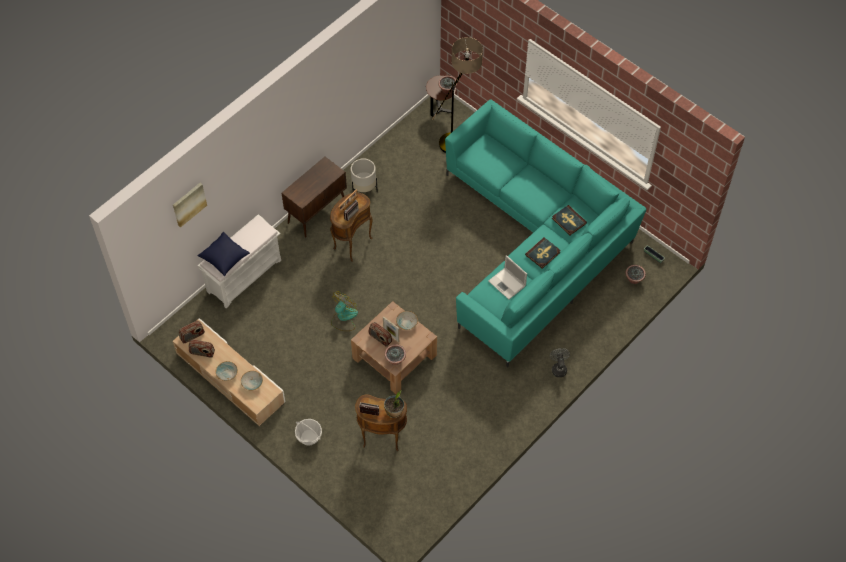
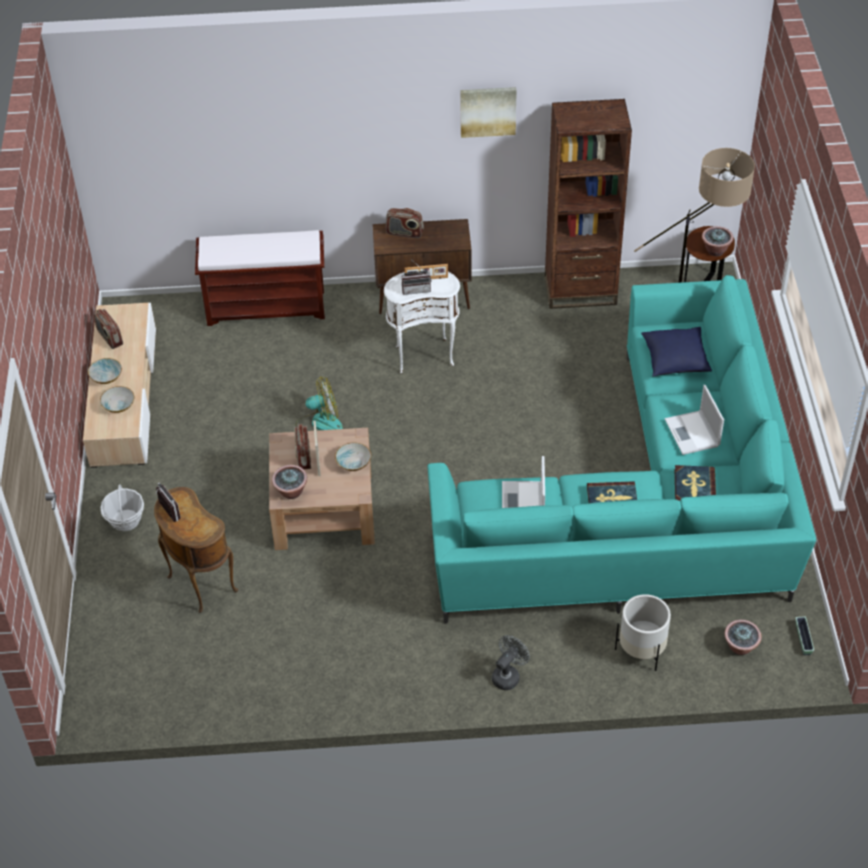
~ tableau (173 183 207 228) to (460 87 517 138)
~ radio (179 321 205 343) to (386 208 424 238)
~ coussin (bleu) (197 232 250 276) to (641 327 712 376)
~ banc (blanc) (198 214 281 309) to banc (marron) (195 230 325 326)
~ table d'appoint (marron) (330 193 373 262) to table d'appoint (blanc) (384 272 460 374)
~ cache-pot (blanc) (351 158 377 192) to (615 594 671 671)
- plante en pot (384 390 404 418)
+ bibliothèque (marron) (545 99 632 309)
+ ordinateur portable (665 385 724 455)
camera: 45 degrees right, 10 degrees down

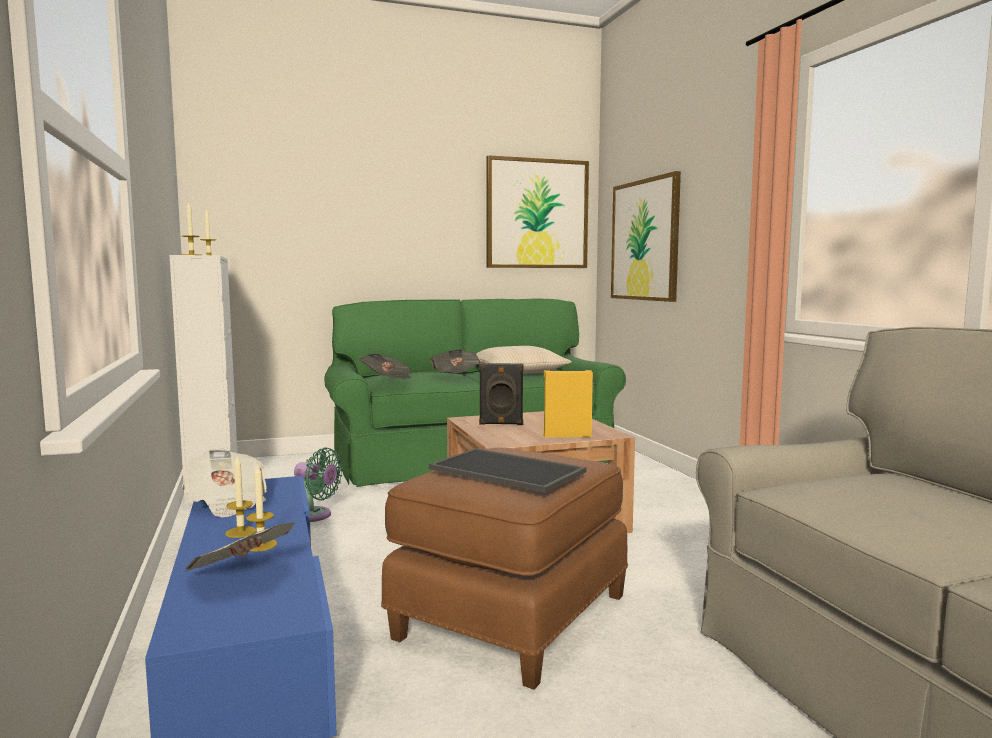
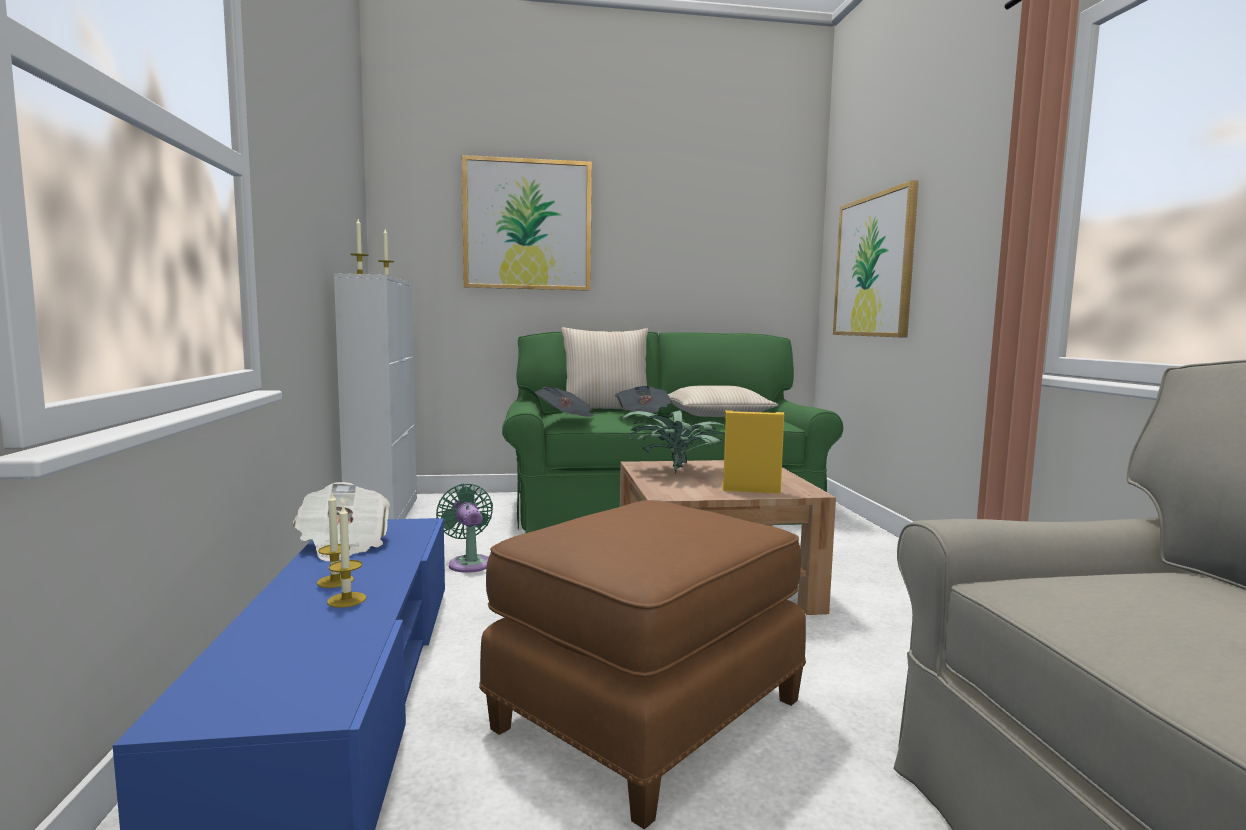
- journal (185 522 295 571)
~ ventilateur (vert) (294 447 343 522) = (436 484 493 573) 150 degrees counterclockwise
- plateau (429 448 586 493)
~ enceinte (noir) (479 363 524 425) to plante en pot (622 410 725 473)
~ tableau (486 155 589 268) to (462 155 592 291)
+ coussin (beige) (561 327 648 409)
camera: 10 degrees right, 0 degrees up

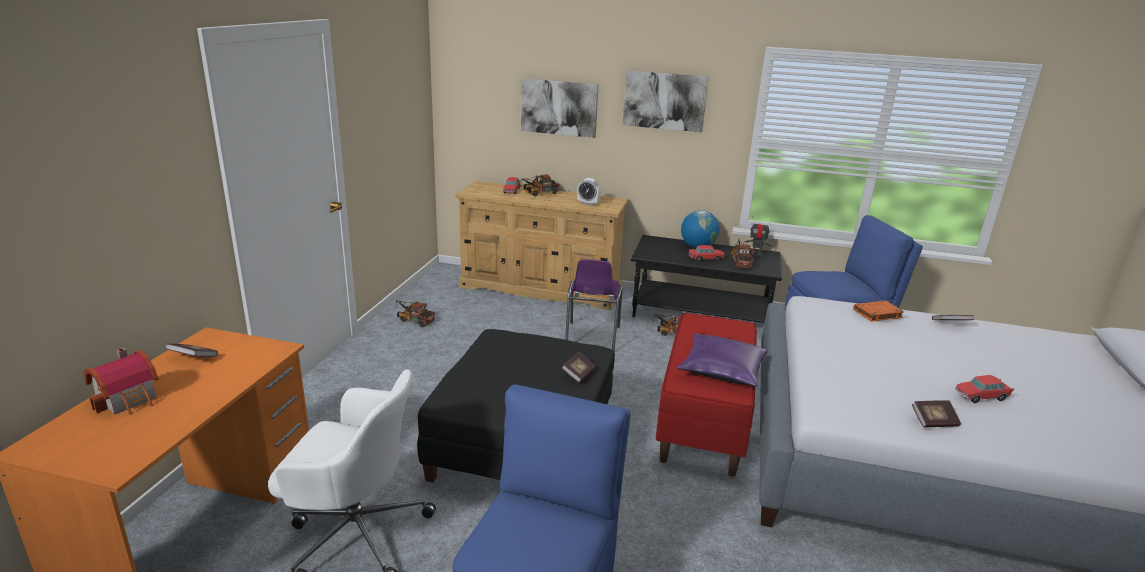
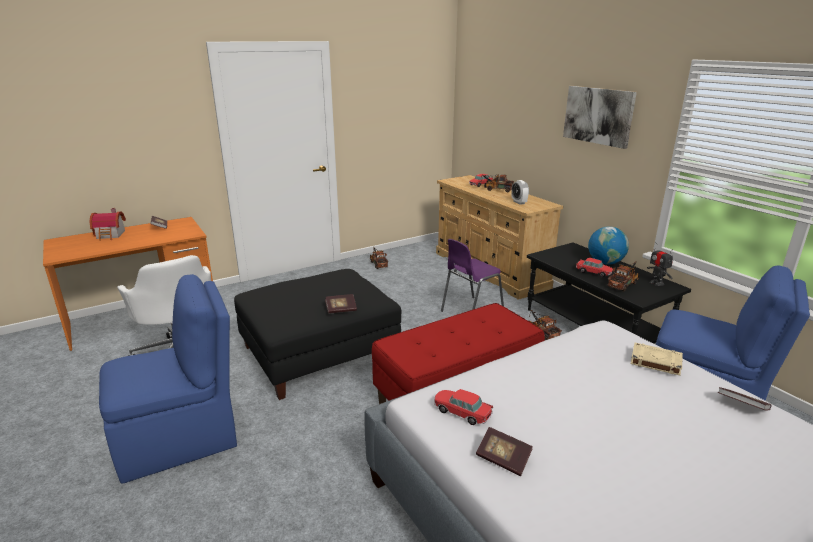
- tableau (521 78 599 138)
- coussin (violet) (677 333 767 387)
~ livre (orange) (853 301 904 322) to livre (beige) (631 343 683 376)
~ petite voiture (955 375 1014 403) to (434 389 493 425)
camera: 45 degrees right, 0 degrees up

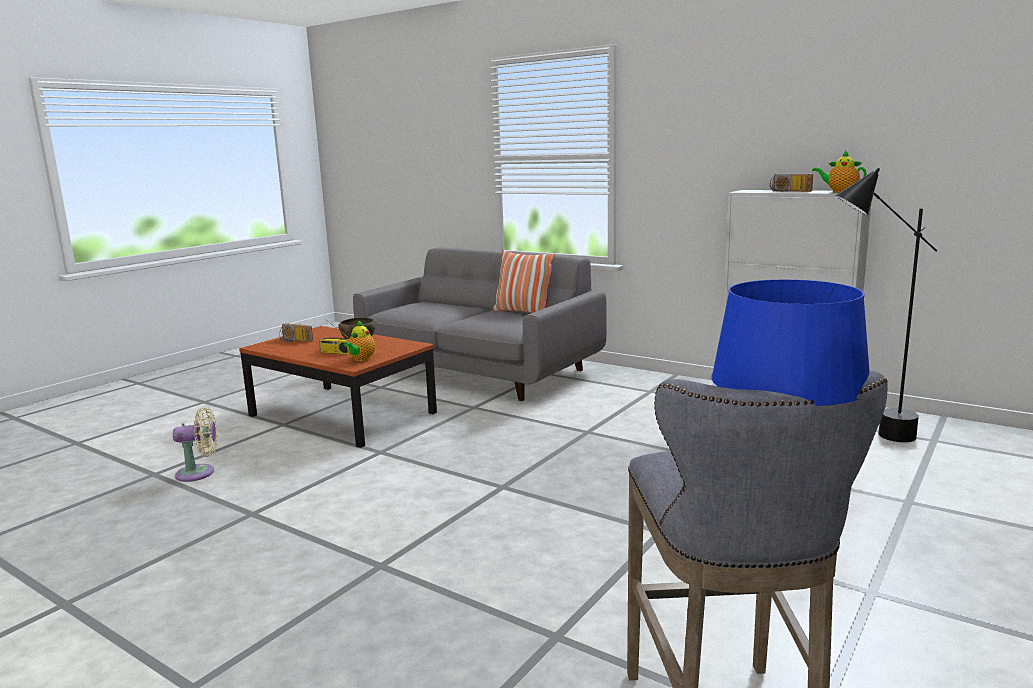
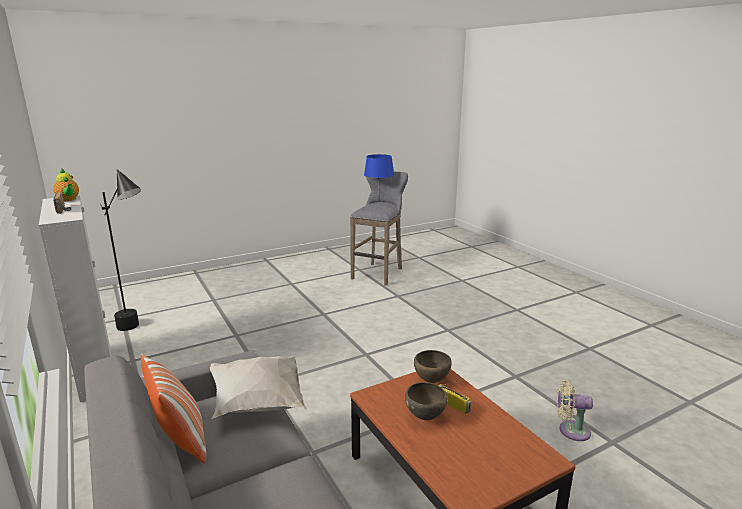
- radio (279 323 313 342)
~ théière (344 320 375 361) to bol (marron) (414 350 452 383)
+ coussin (blanc) (210 355 307 419)
camera: 155 degrees left, 5 degrees up

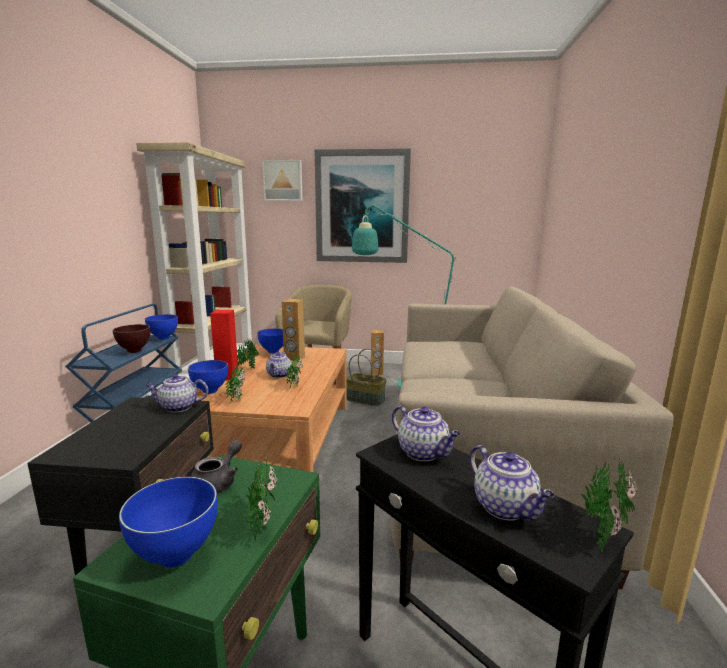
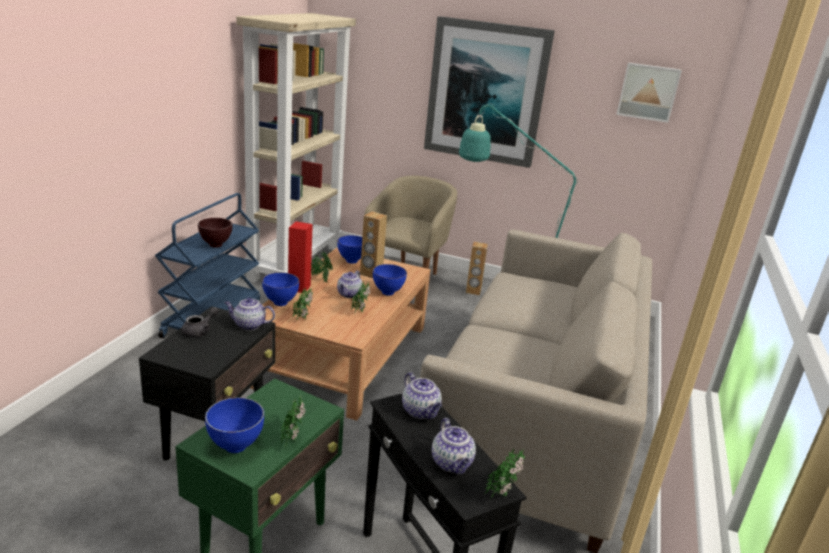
~ bol (bleu) (145 314 178 340) to (373 264 407 296)
~ théière (gris) (191 440 242 494) to (182 307 219 338)
~ tableau (262 160 303 201) to (616 63 682 123)
- panier (346 348 386 406)
camera: 10 degrees right, 10 degrees up

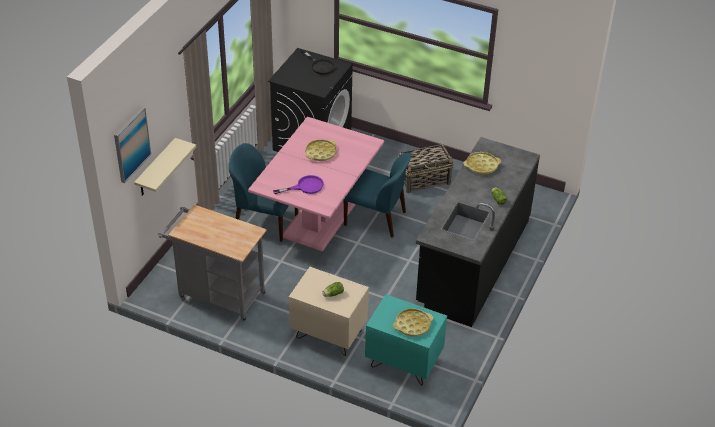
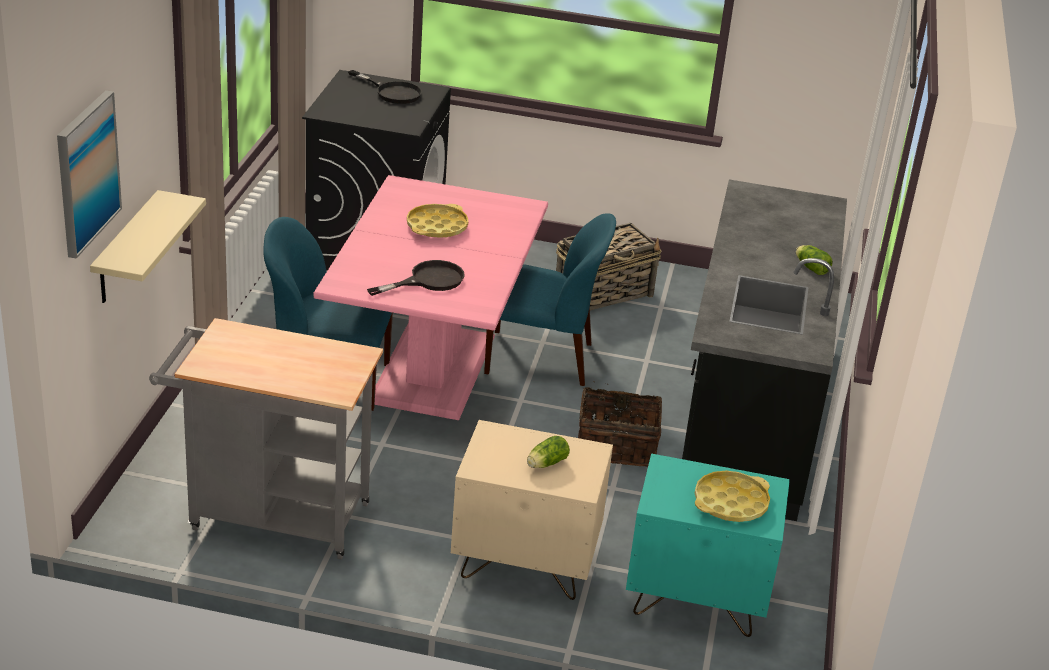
~ poêle (violet) (273 175 324 194) to poêle (noir) (367 260 465 296)
- plateau (jaune) (463 152 501 174)
+ panier (578 381 662 467)
camera: 15 degrees left, 10 degrees down

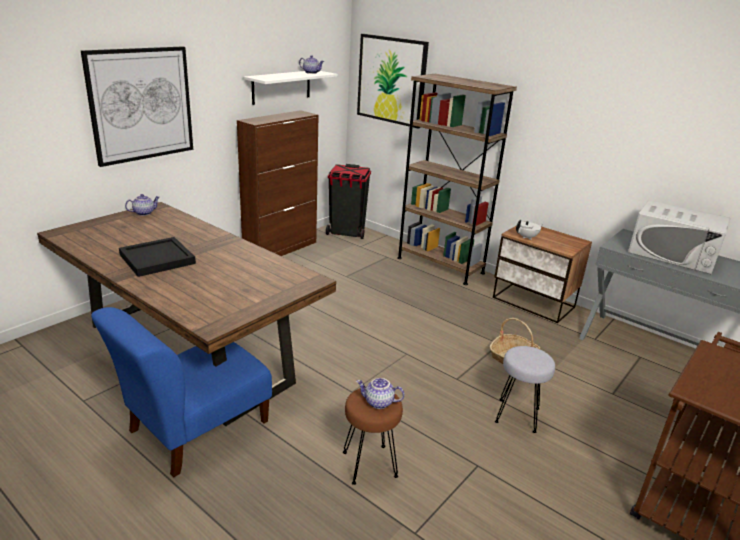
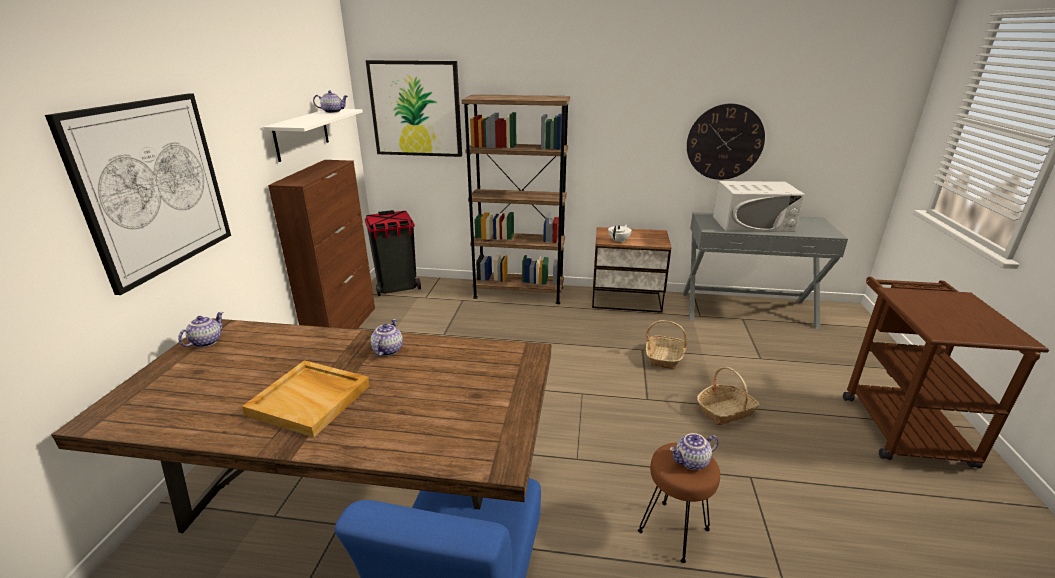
~ plateau (noir) (119 237 196 277) to plateau (beige) (242 360 370 437)
~ tabouret (gris) (495 346 555 433) to panier (697 367 760 425)
+ théière (371 319 403 356)
+ horloge murale (687 104 765 180)
camera: 30 degrees left, 0 degrees up

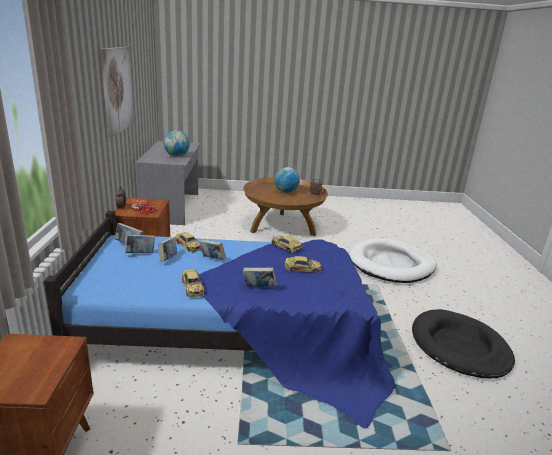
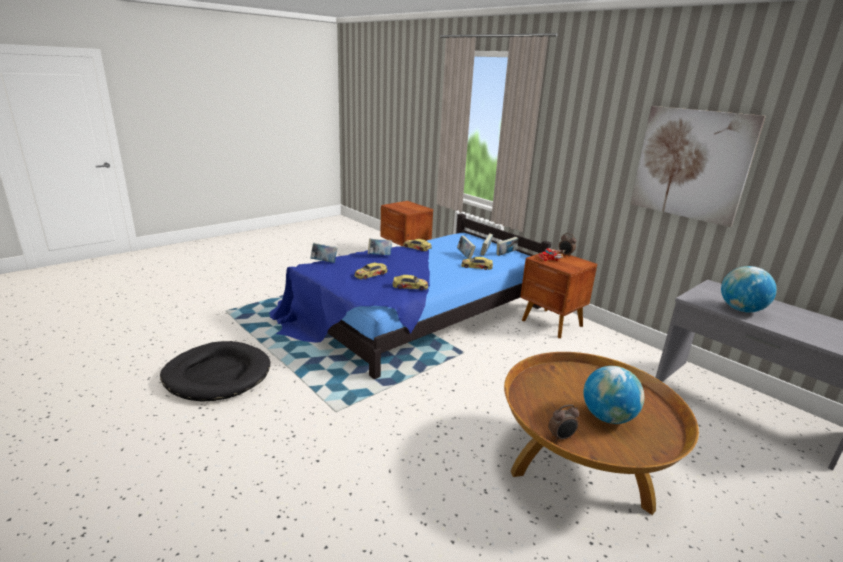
~ livre (199 239 226 260) to (310 243 338 263)
- panier pour chien (blanc) (349 238 437 283)
camera: 140 degrees right, 0 degrees up

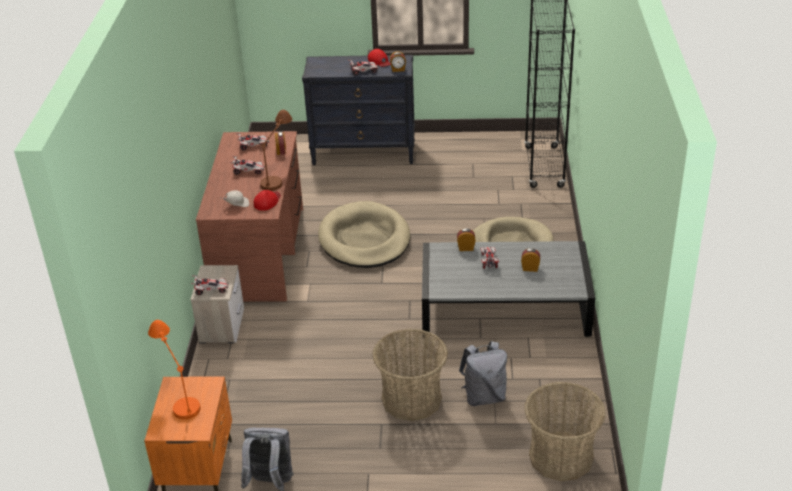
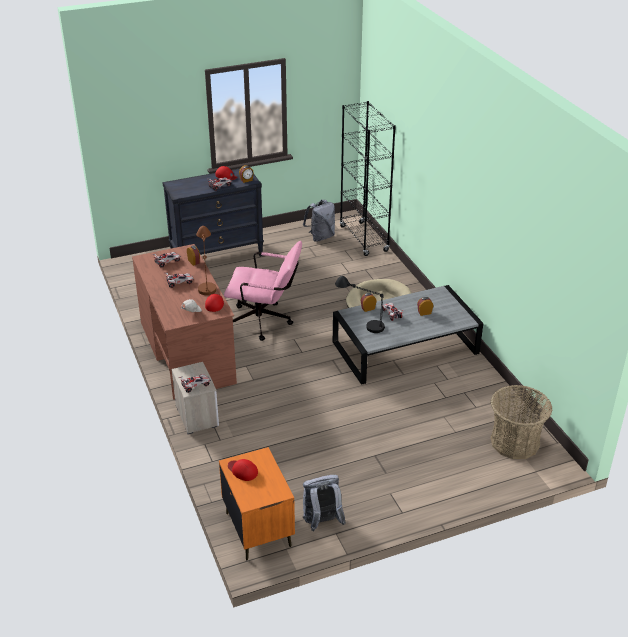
~ lampe de table (orange) (148 320 201 420) to casquette (rouge) (228 459 258 481)
~ panier pour chien (beige) (318 201 410 268) to chaise de bureau (rose) (224 241 302 341)
- panier (372 329 448 421)
~ sac à dos (gris) (459 341 507 406) to (303 200 335 242)
+ lampe de table (noir) (335 276 385 333)
camera: 25 degrees left, 0 degrees up

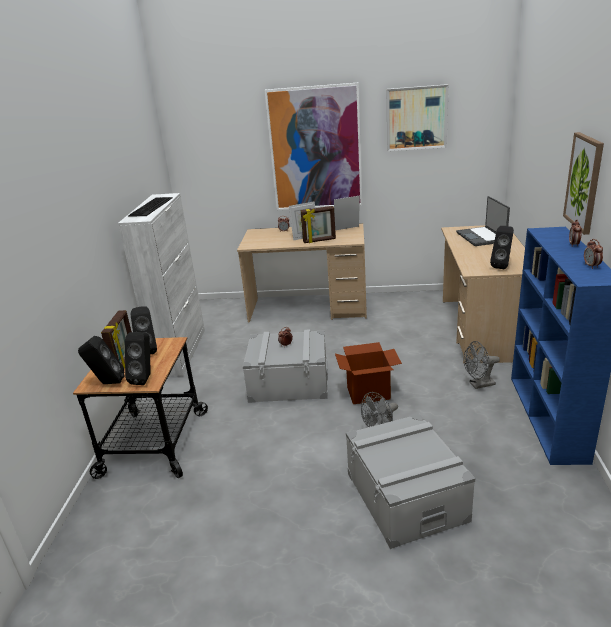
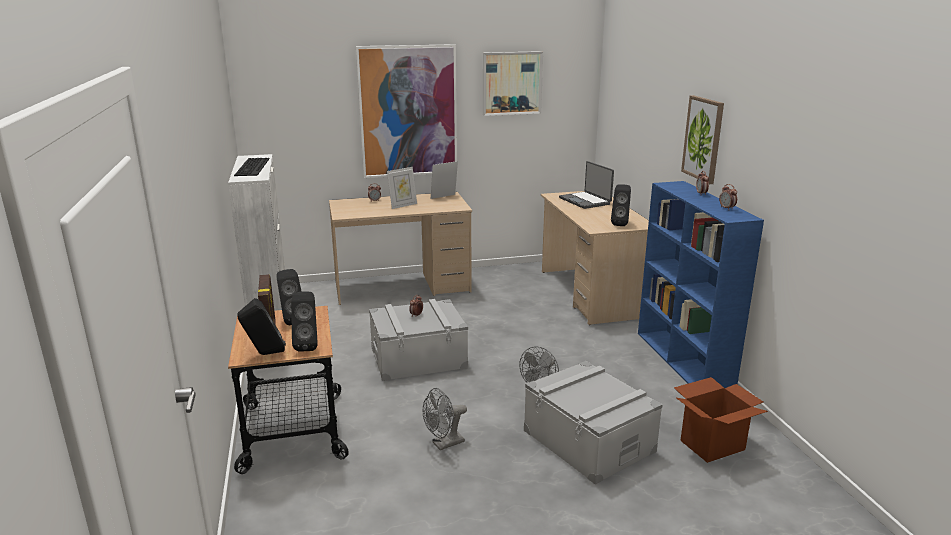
- cadre photo (301 206 336 243)
~ carton (335 342 402 404) to (674 377 768 463)
~ ventilateur (gris) (464 341 500 389) to (423 388 467 450)
camera: 20 degrees left, 5 degrees down

